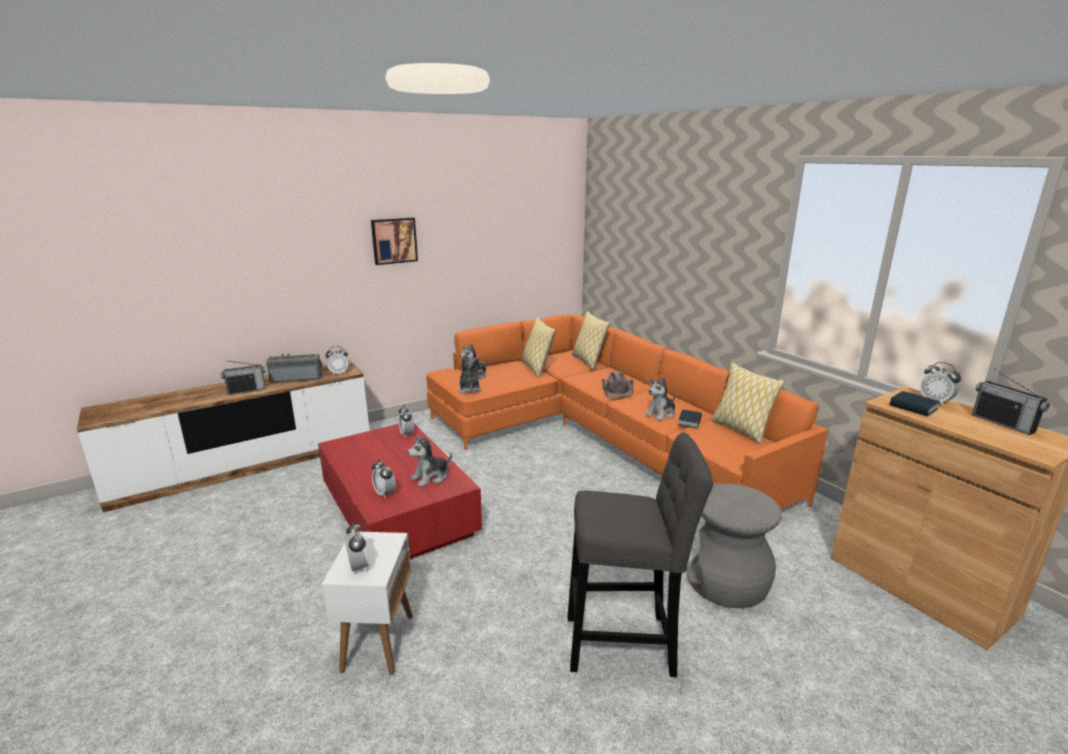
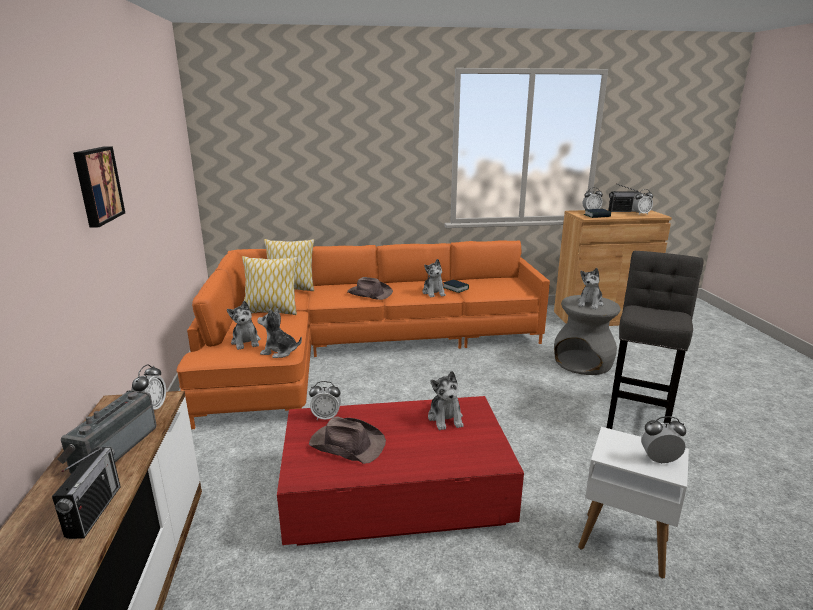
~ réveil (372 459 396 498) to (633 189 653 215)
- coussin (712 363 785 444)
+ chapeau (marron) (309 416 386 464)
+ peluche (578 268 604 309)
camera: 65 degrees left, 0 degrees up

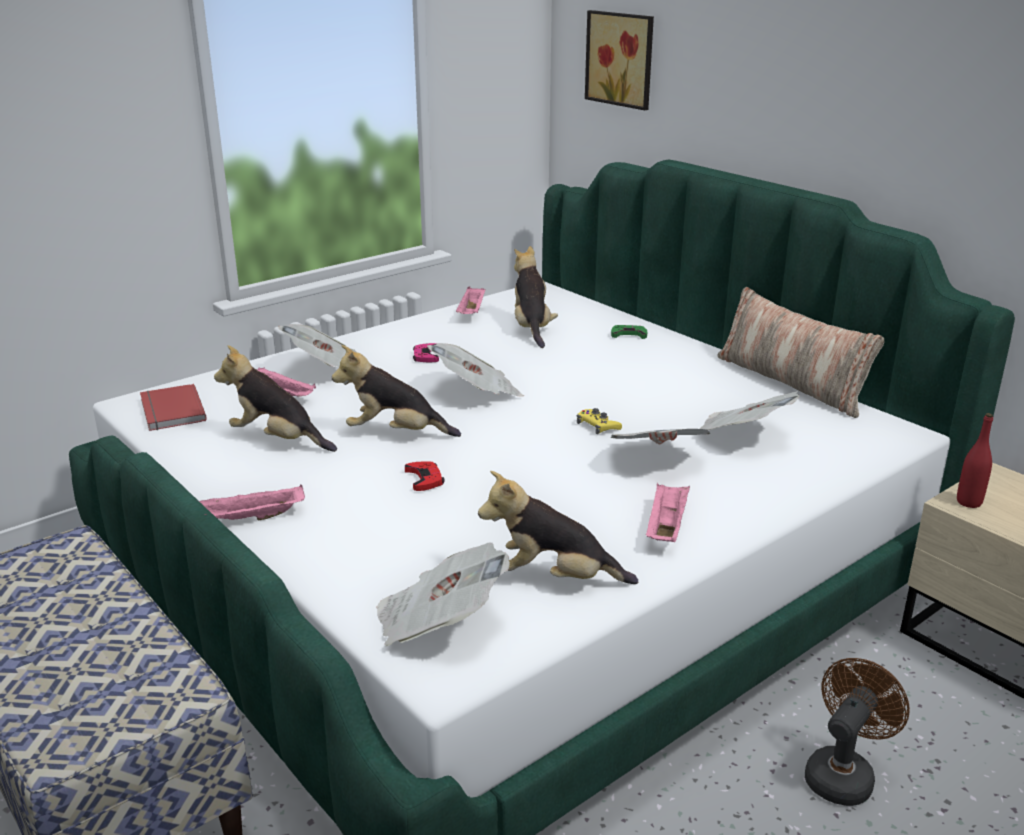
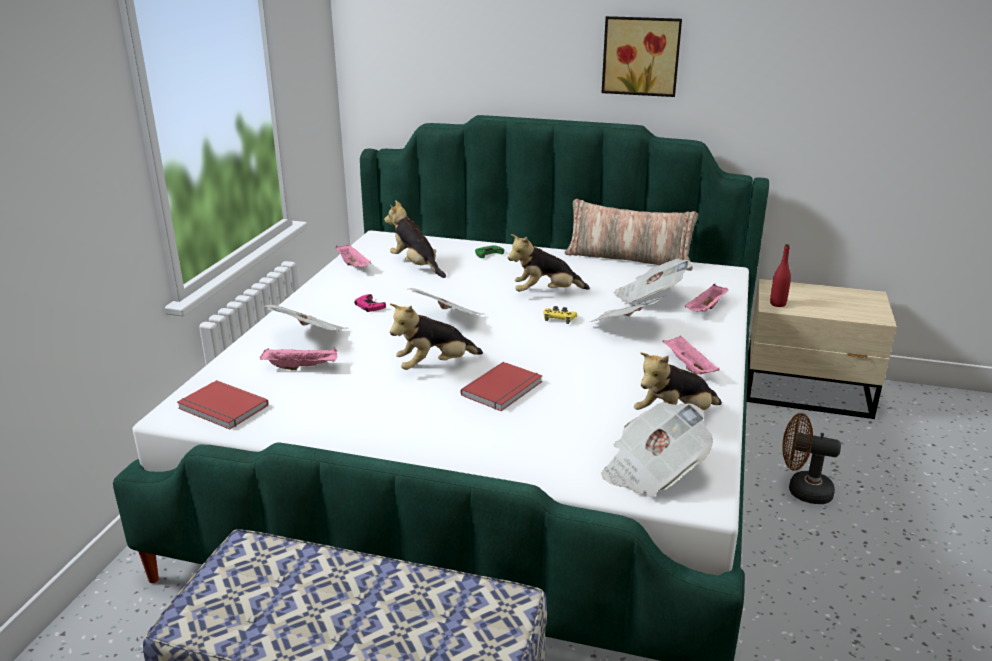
~ plateau (rose) (199 485 305 520) to (685 284 729 312)
~ peluche (214 345 337 452) to (508 234 590 292)
~ manette (rouge) (405 461 445 491) to livre (rouge) (460 362 542 411)
~ tableau (585 10 654 110) to (602 16 682 97)
~ ventilateur (marron) (805 658 910 806) = (782 413 841 504) 75 degrees counterclockwise
camera: 35 degrees left, 0 degrees up

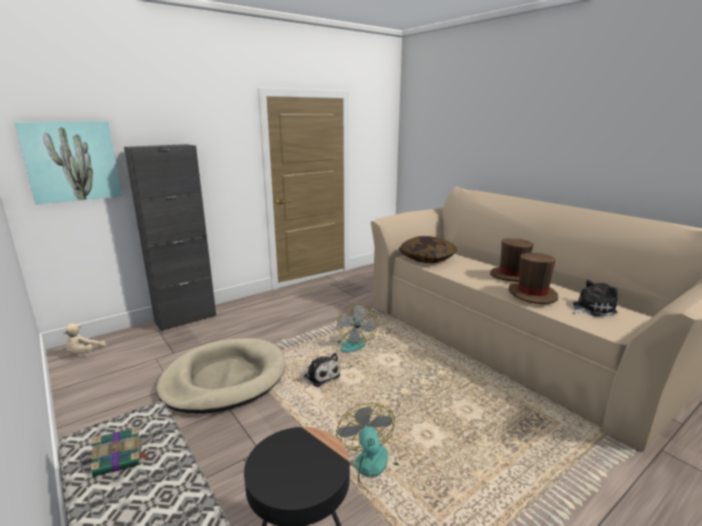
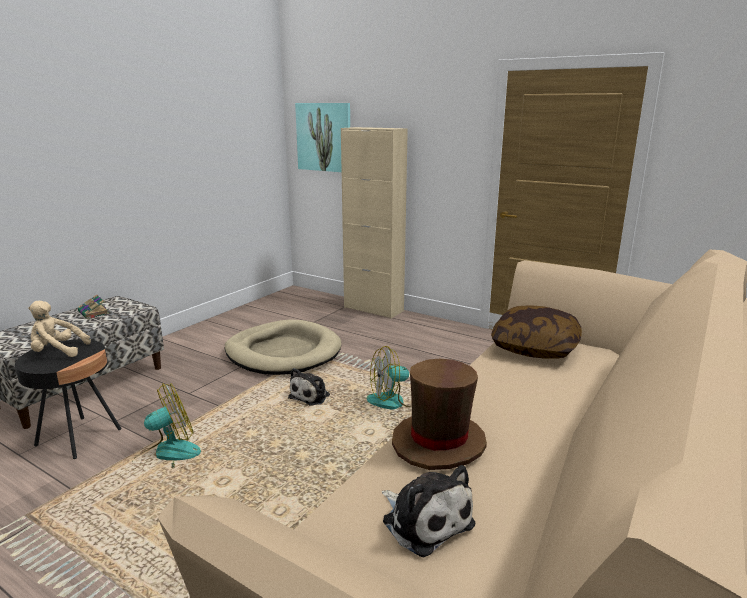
~ peluche (beige) (63 324 106 354) to (28 301 91 357)
~ meuble de rangement (noir) (124 144 216 332) to meuble de rangement (beige) (341 127 408 319)
- chapeau (marron) (490 238 534 282)
camera: 70 degrees right, 0 degrees up

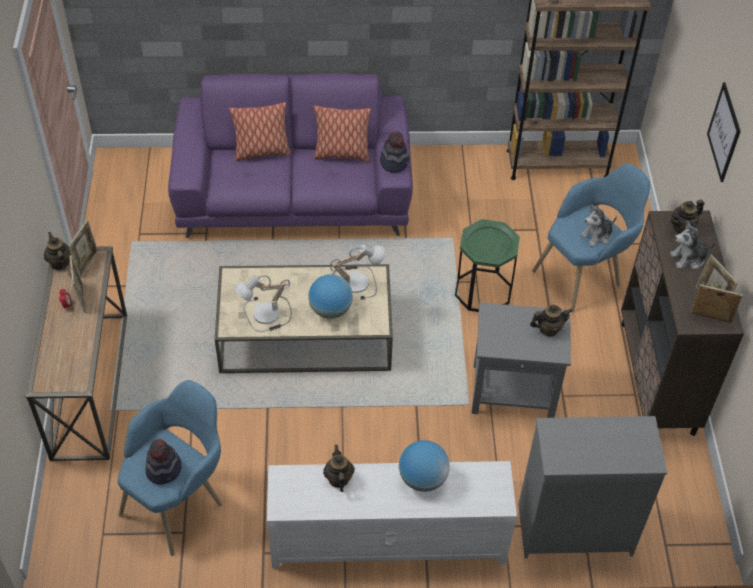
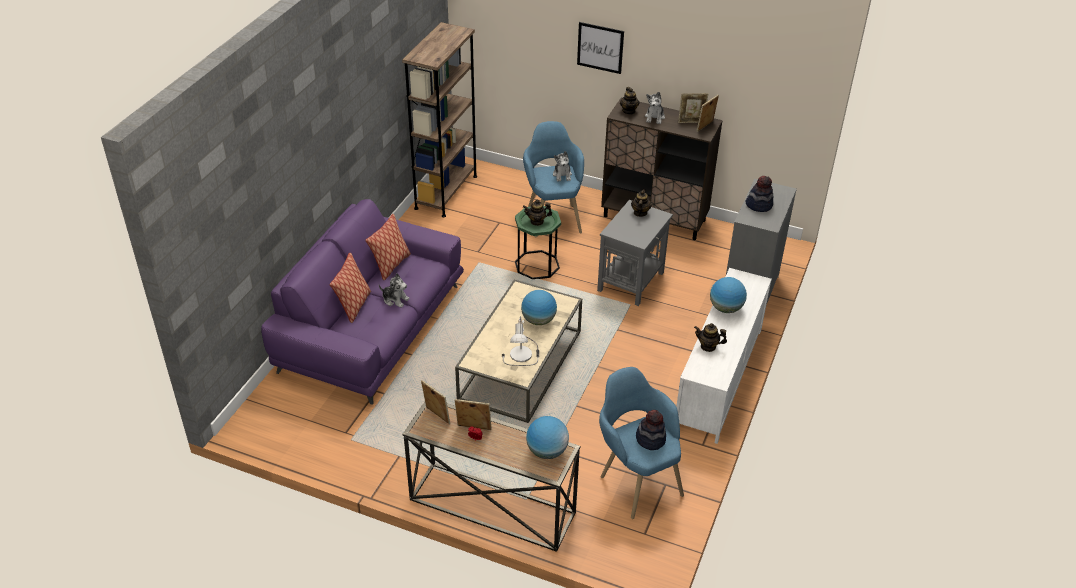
~ théière (44 232 71 270) to (523 200 552 226)
- lampe de table (330 244 385 300)
~ chapeau (380 131 409 173) to (745 176 773 212)
+ peluche (379 273 410 308)
+ globe (526 416 569 459)
camera: 65 degrees left, 10 degrees down

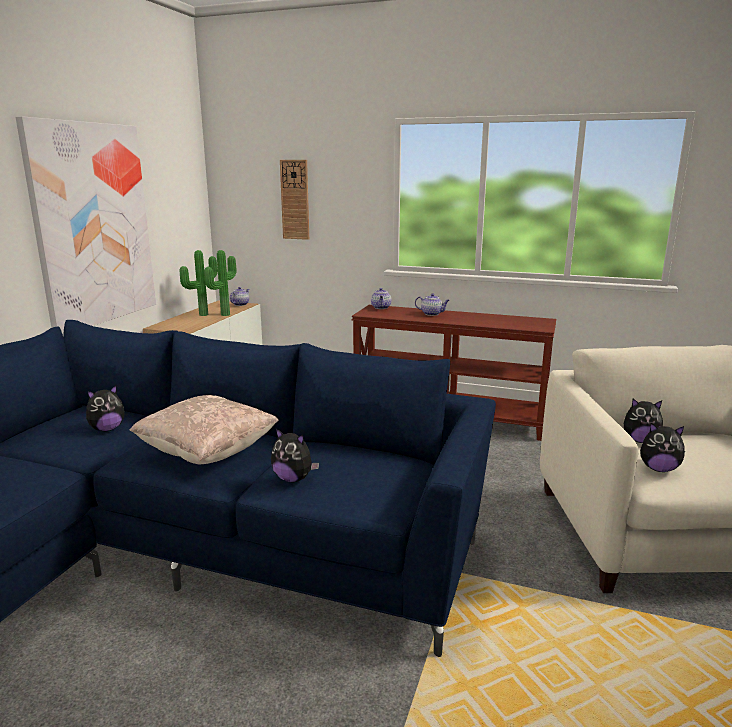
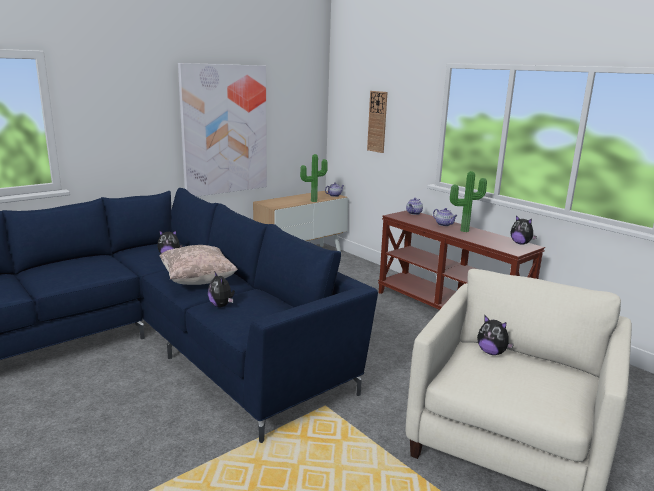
~ plante en pot (180 250 218 316) to (450 171 487 232)
~ peluche (640 423 685 472) to (510 215 537 245)
camera: 30 degrees right, 0 degrees up

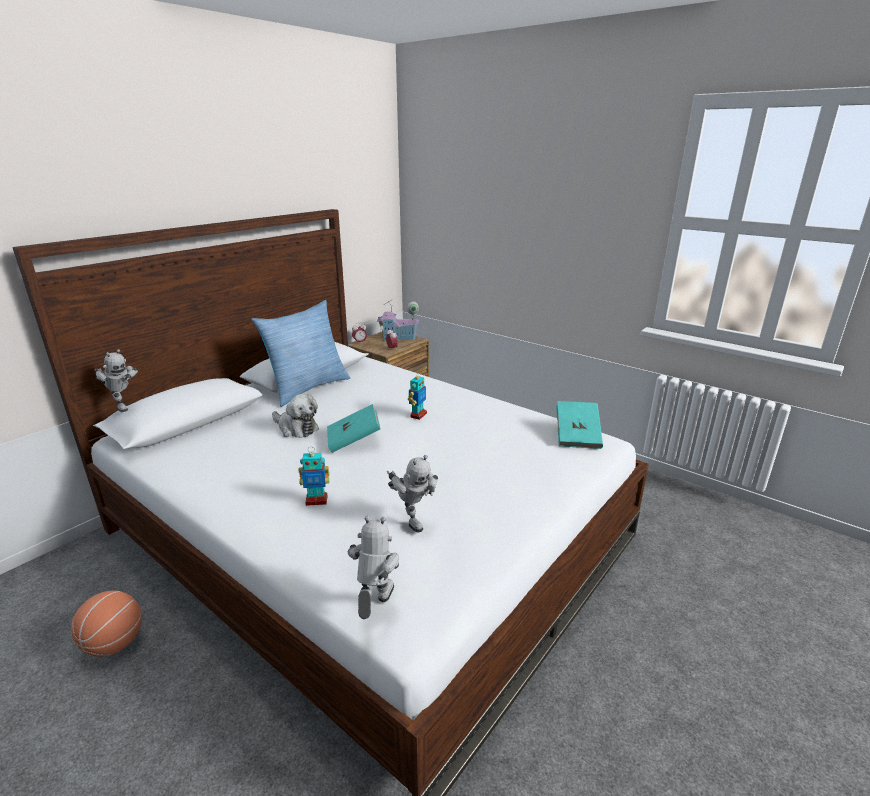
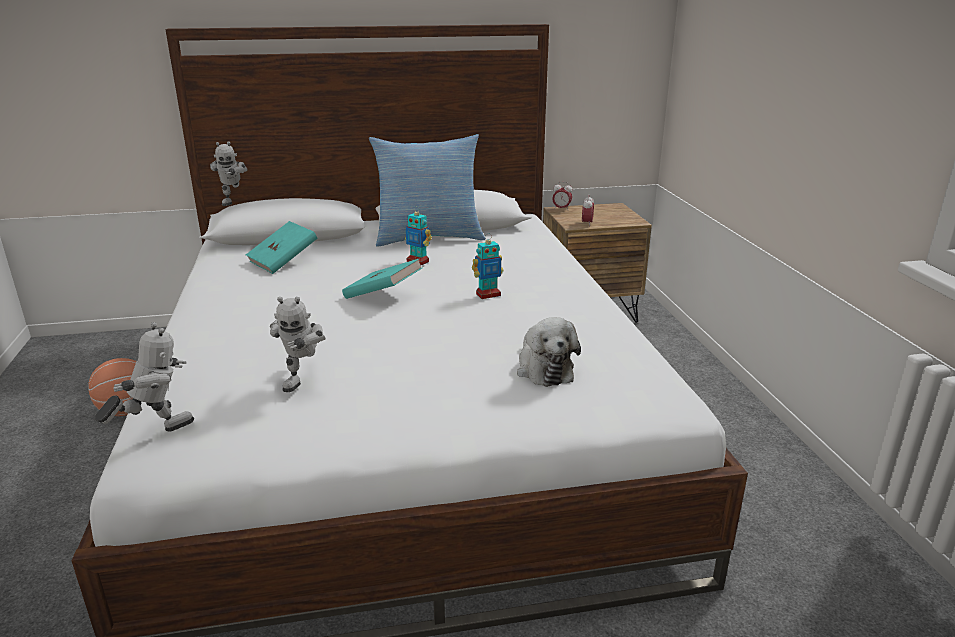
~ peluche (272 393 319 438) to (517 317 581 387)
~ robot jouet (299 447 329 506) to (405 206 432 266)
- maison miniature (377 299 419 342)
~ livre (turquoise) (556 401 603 449) to (246 221 317 274)
camera: 40 degrees right, 0 degrees up

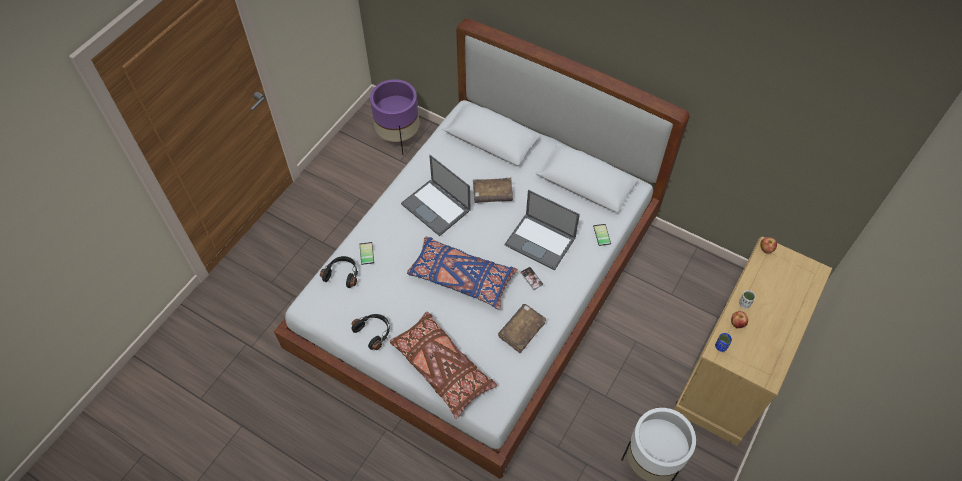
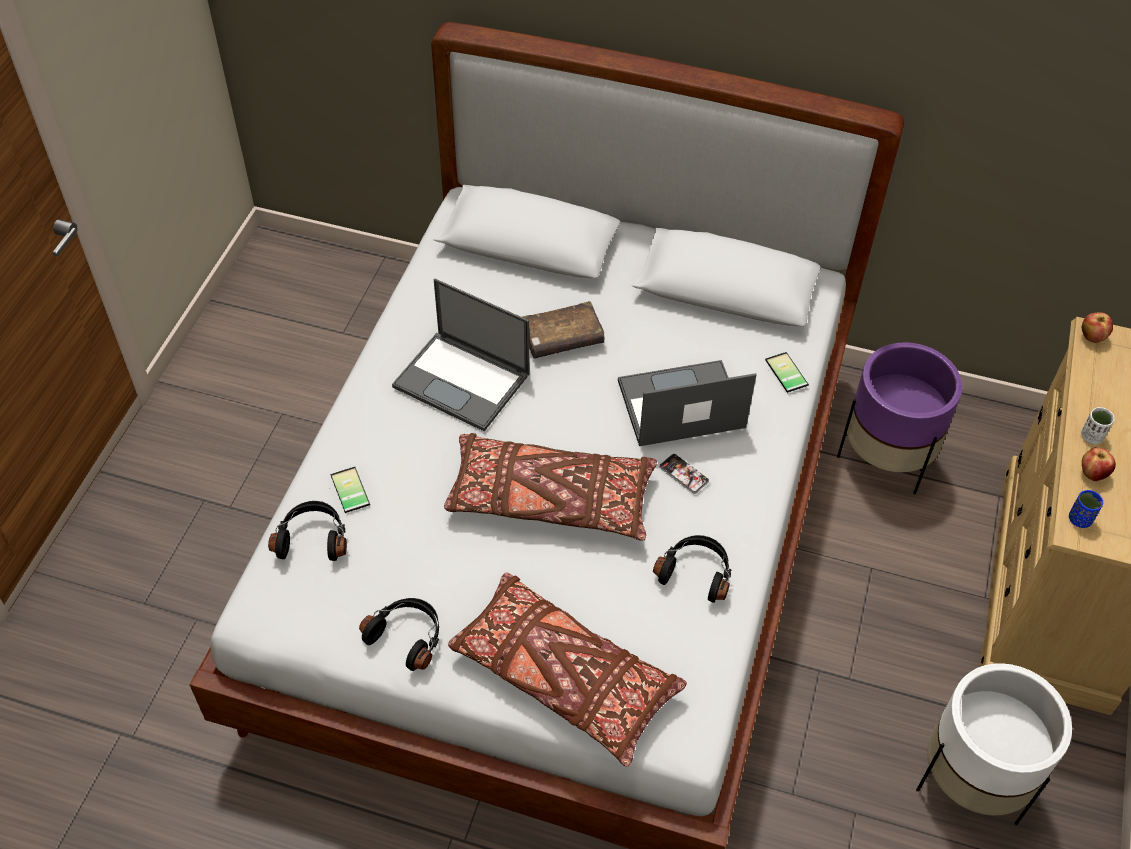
~ cache-pot (violet) (370 79 420 155) to (837 342 962 495)
~ coussin (bleu) (407 237 518 309) to coussin (marron) (444 433 657 541)
~ livre (marron) (498 304 546 353) to casque audio (noir) (653 535 731 603)
~ ordinateur portable (505 190 580 271) = (618 360 757 446) 150 degrees clockwise
camera: 15 degrees left, 5 degrees down

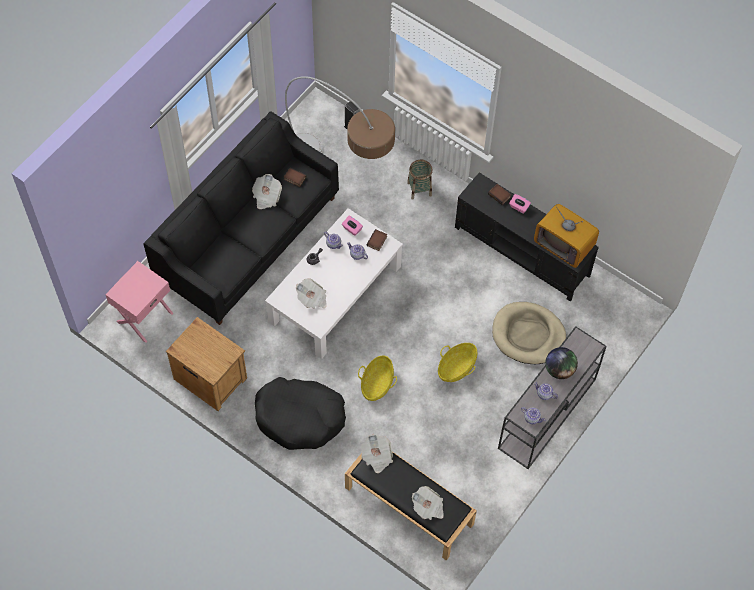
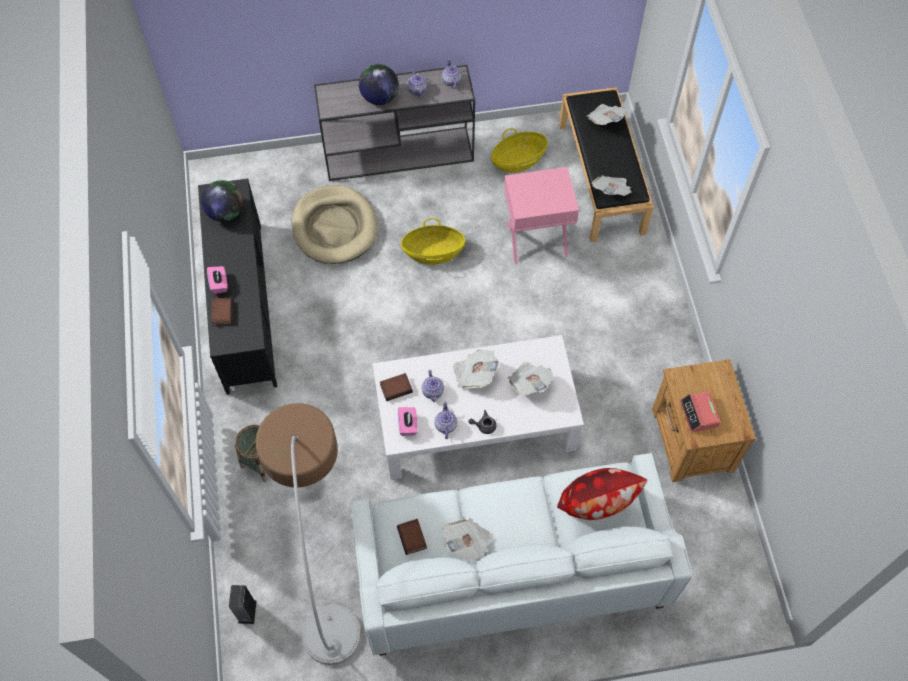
~ table d'appoint (rose) (105 261 173 343) to (504 167 579 264)
~ canapé (noir) (143 111 339 325) to canapé (blanc) (350 453 692 656)
- panier pour chien (noir) (255 377 346 450)
~ panier (358 356 397 401) to (491 128 548 173)
~ téléviseur (534 204 599 268) to globe (201 180 243 222)
+ journal (453 349 500 388)
+ coussin (557 468 648 520)
+ réveil (680 391 721 433)
camera: 135 degrees left, 0 degrees up

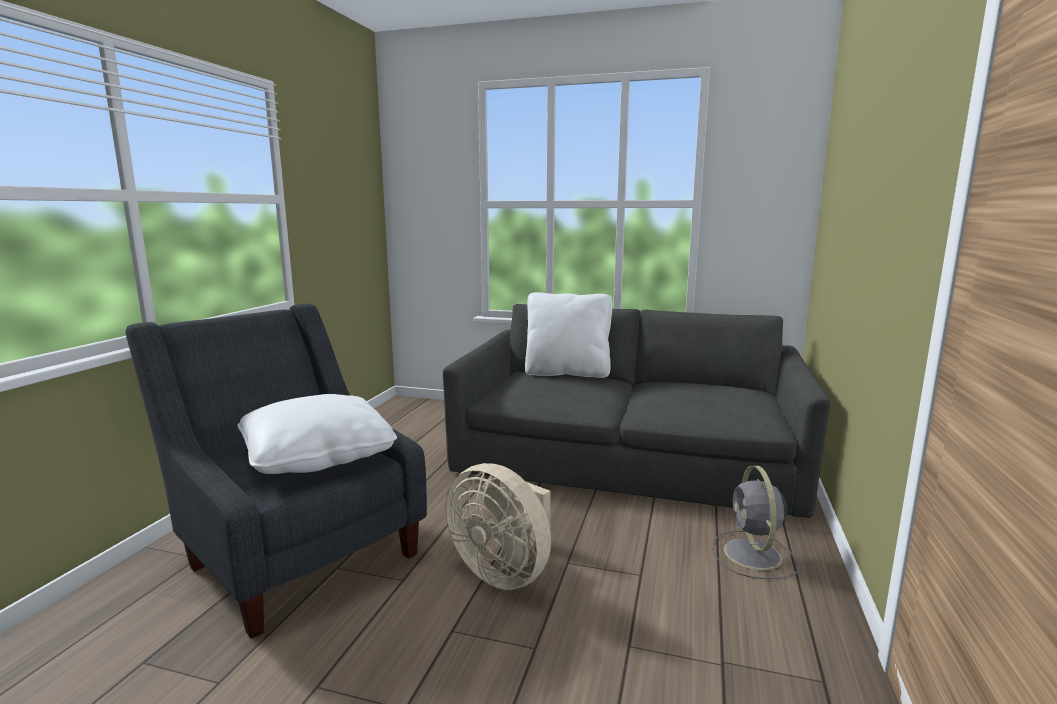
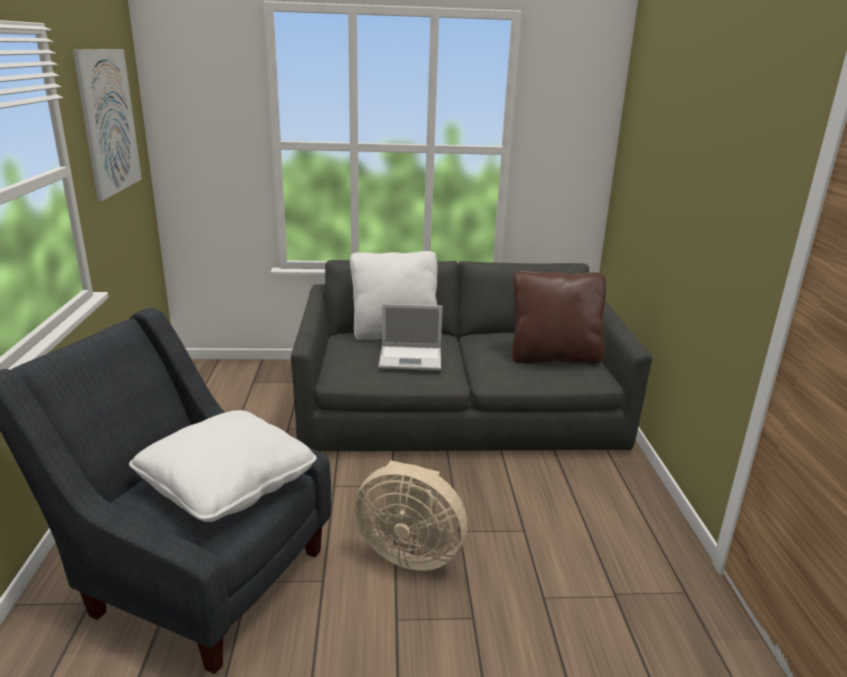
- ventilateur (gris) (712 466 800 579)
+ tableau (73 49 142 201)
+ ordinateur portable (378 304 443 370)
+ coussin (marron) (513 271 606 364)
camera: 20 degrees left, 10 degrees up

